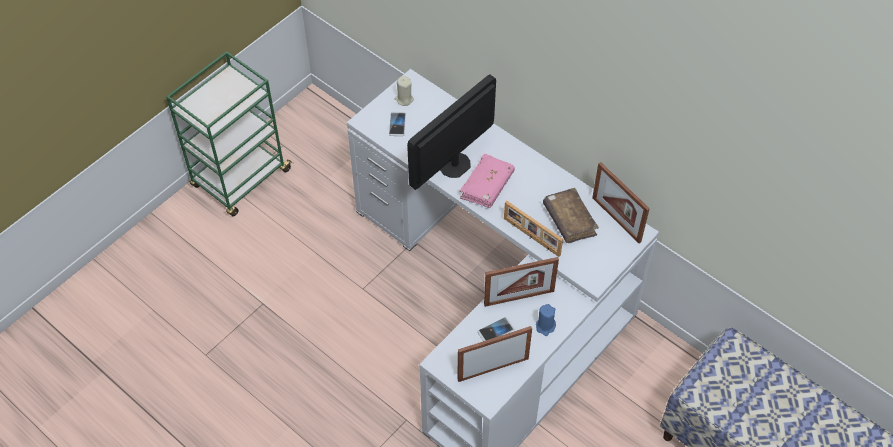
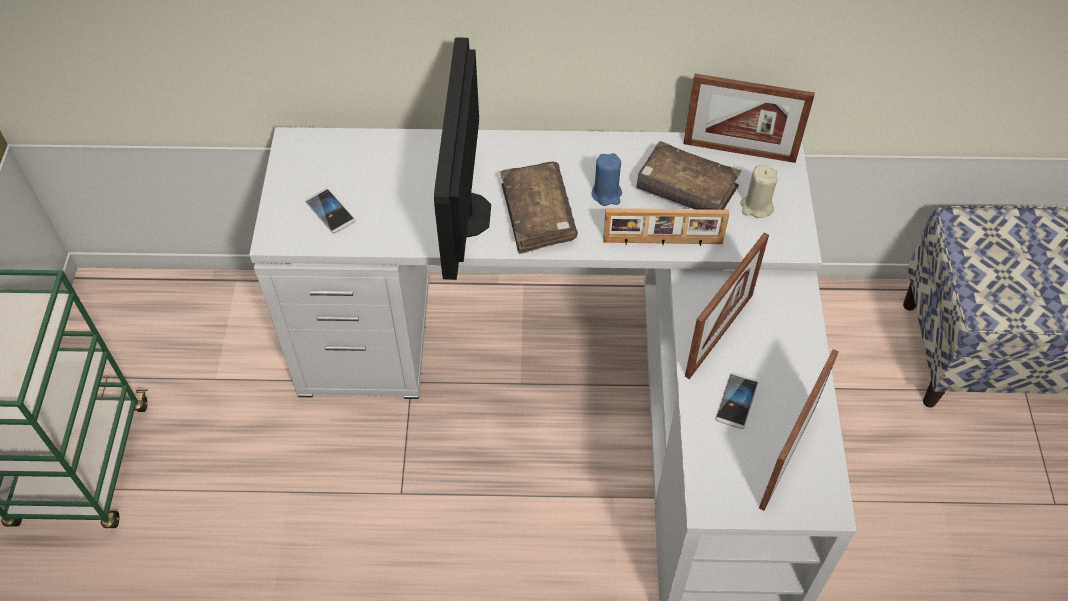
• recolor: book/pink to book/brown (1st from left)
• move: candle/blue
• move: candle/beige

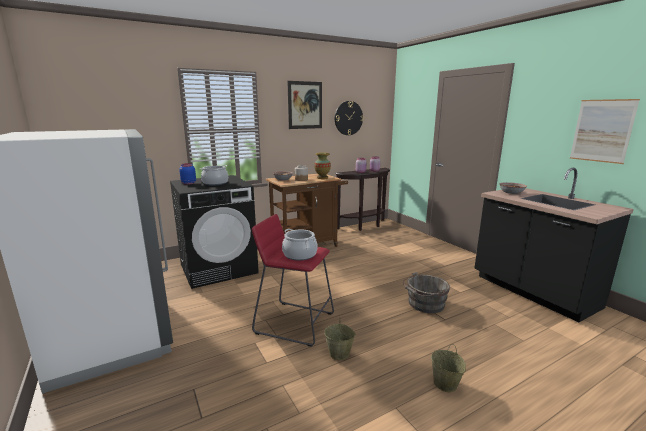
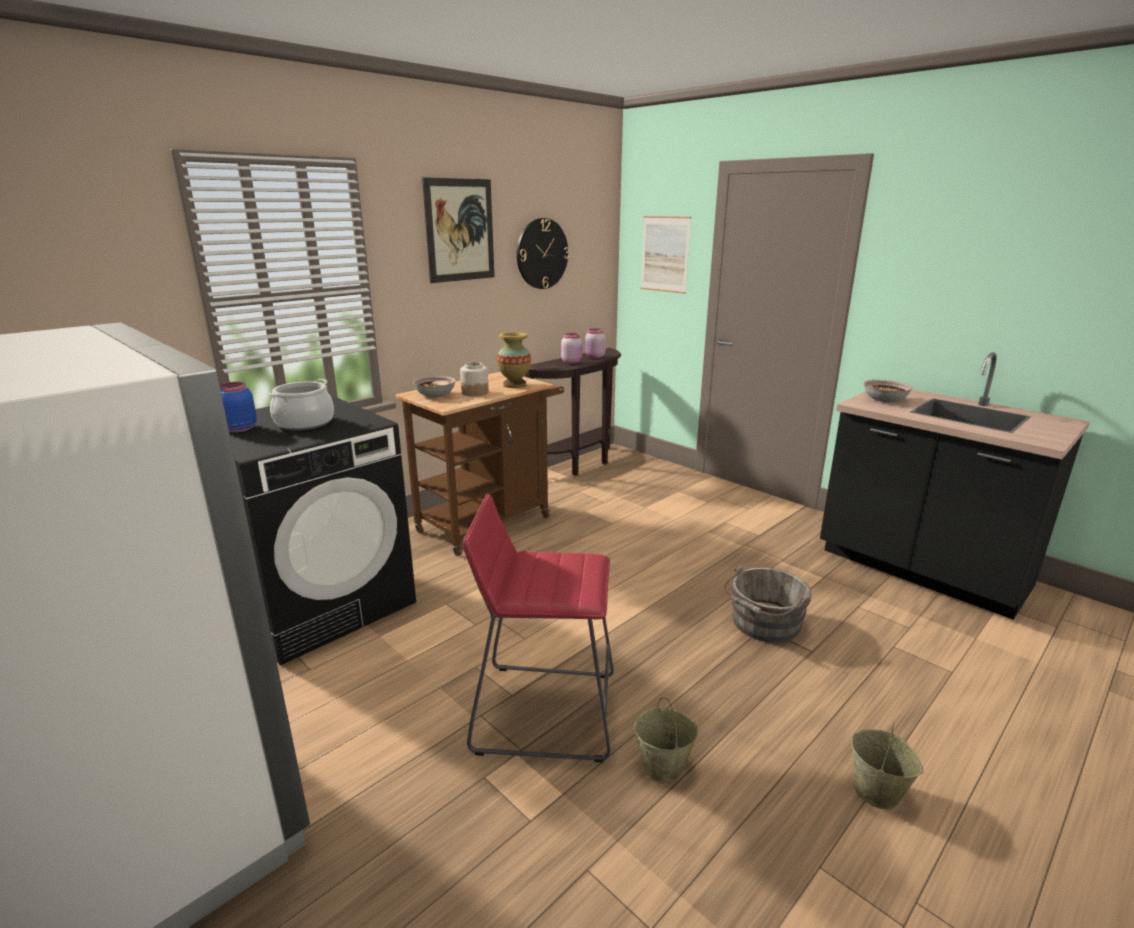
• move: picture (2nd from left)
• delete: cooking pot (2nd from left)

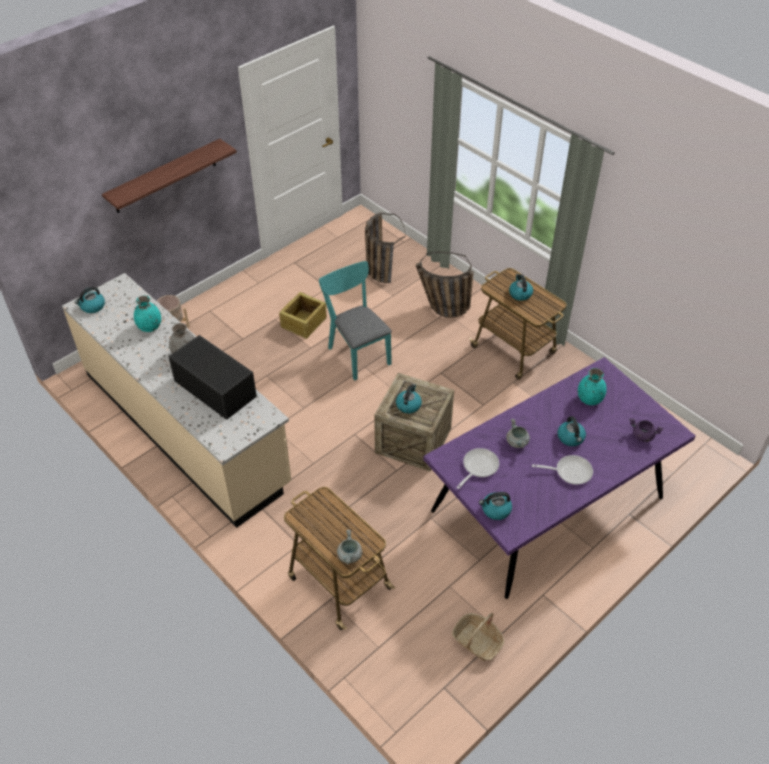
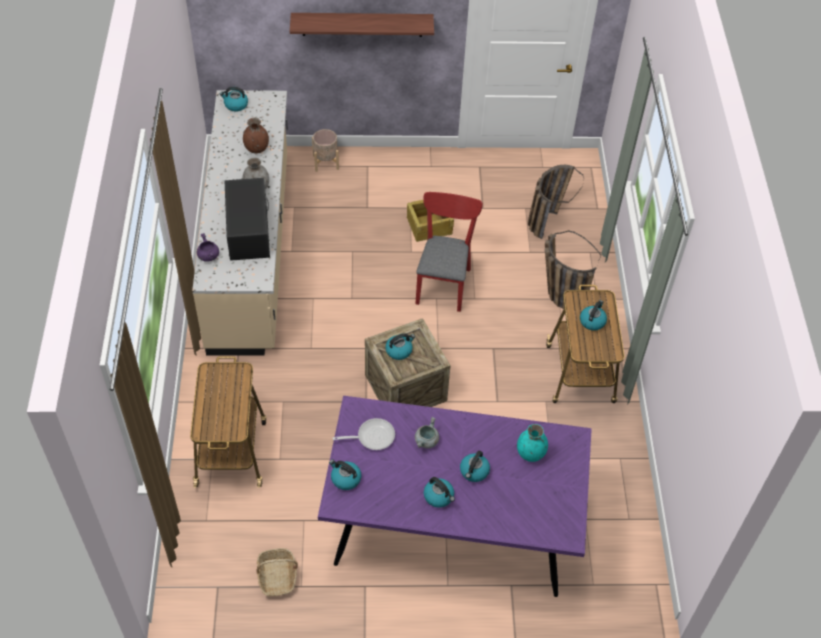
• move: cooking pot/purple
• recolor: vase/turquoise (1st from left) to vase/brown
• recolor: chair/turquoise to chair/red
• replace: frying pan (2nd from left) to kettle (4th from left)
• delete: cooking pot/grey (1st from left)

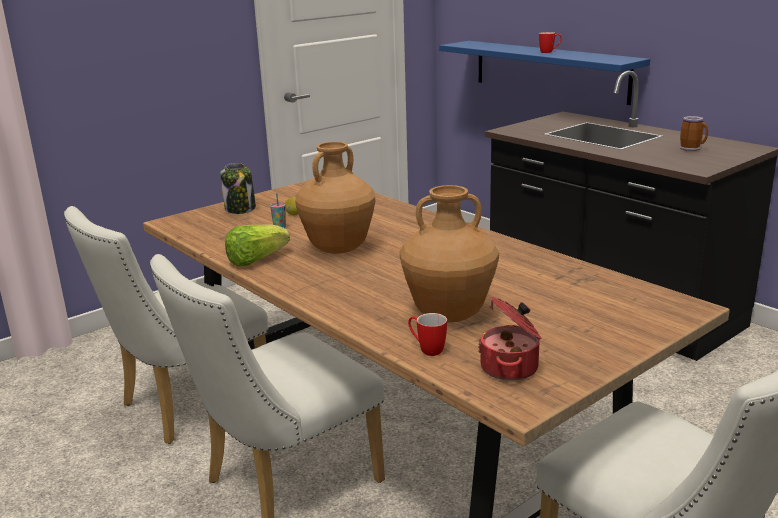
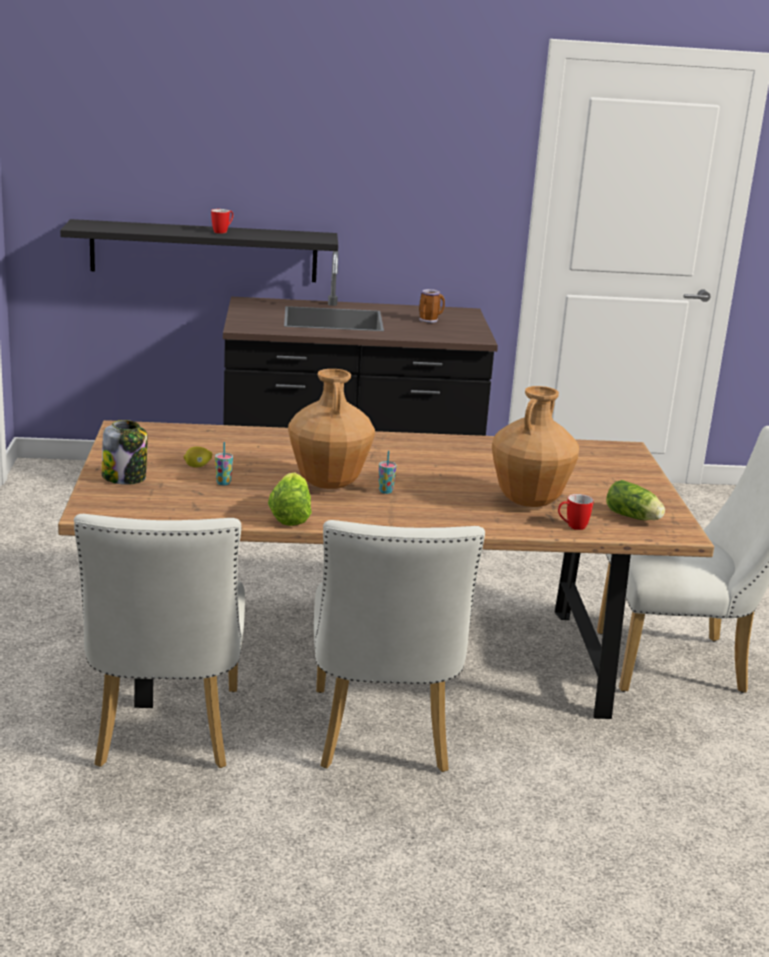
• recolor: shelf/blue to shelf/black
• insert: cup (2nd from left)
• replace: cooking pot to lettuce (2nd from left)

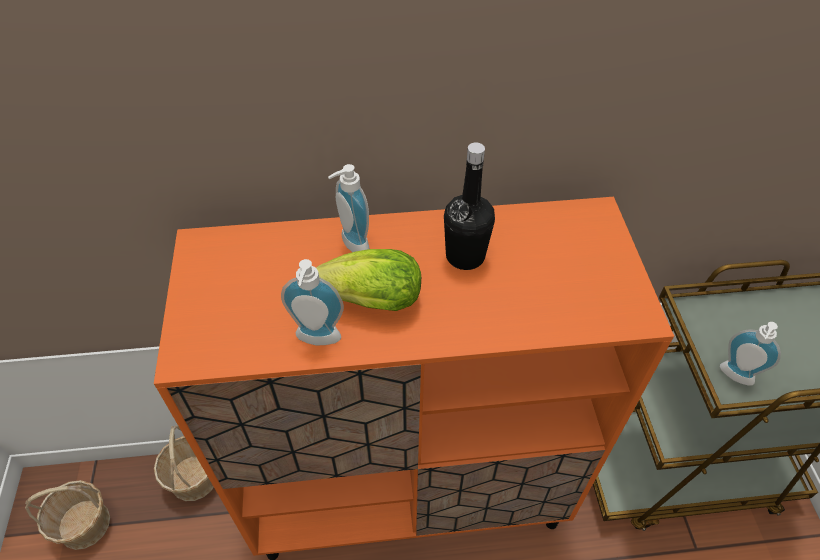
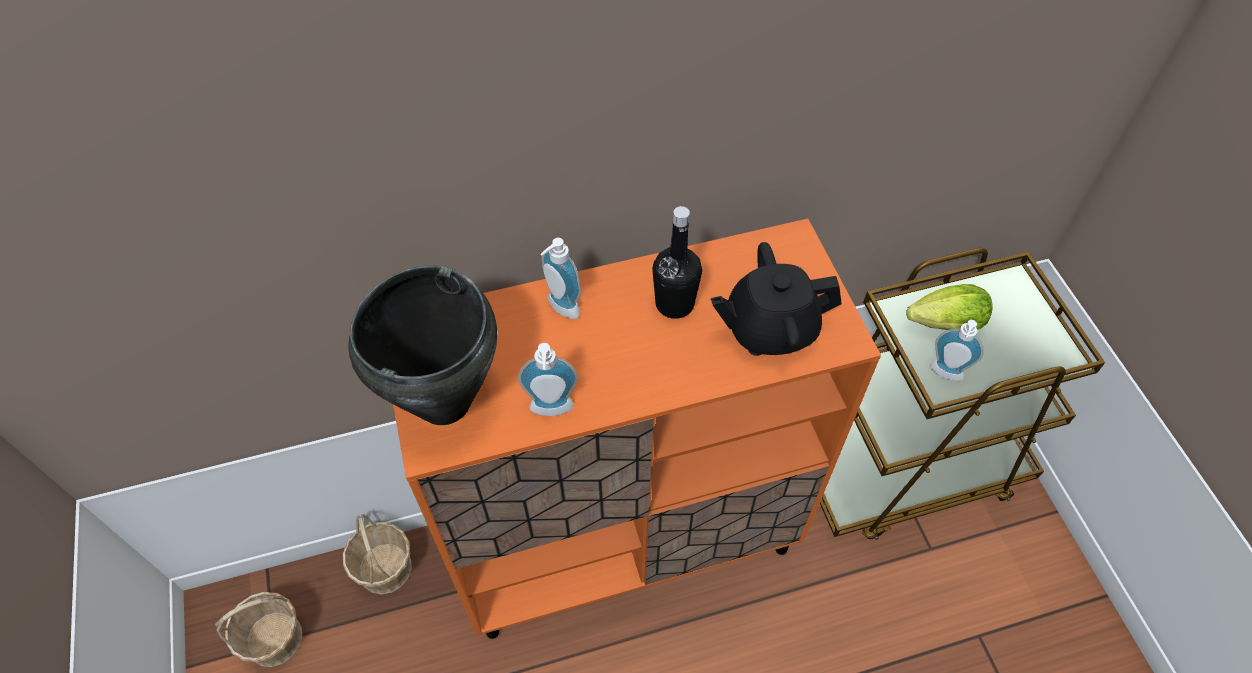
• insert: cooking pot/black
• insert: teapot/black
• move: lettuce

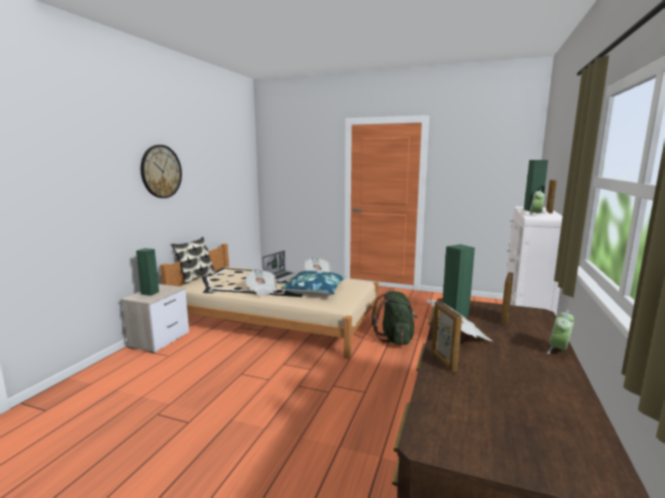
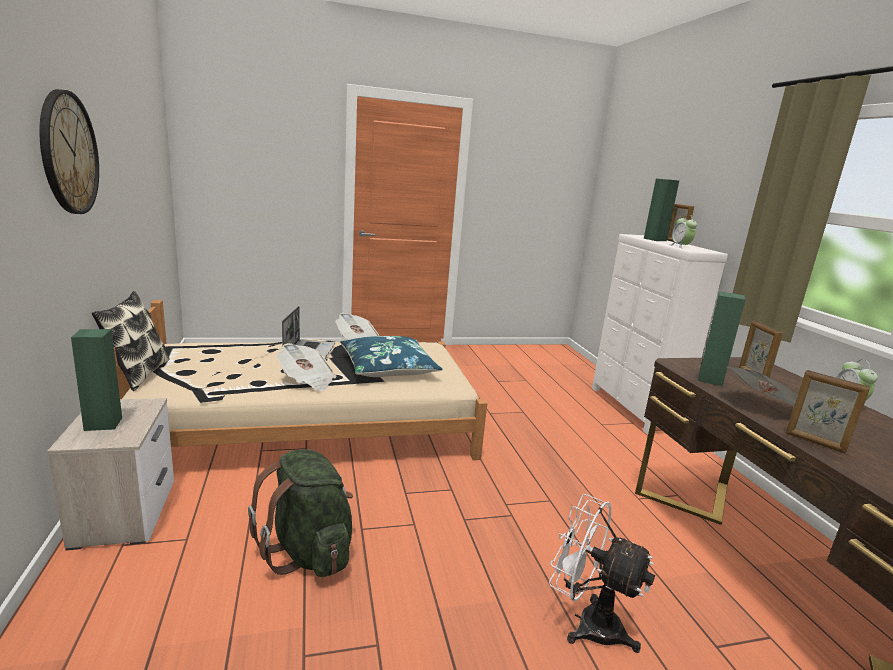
• move: backpack/green
• insert: fan/white

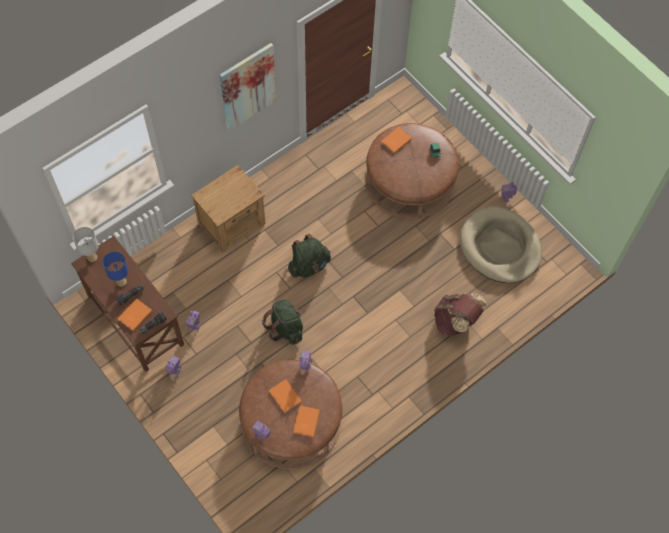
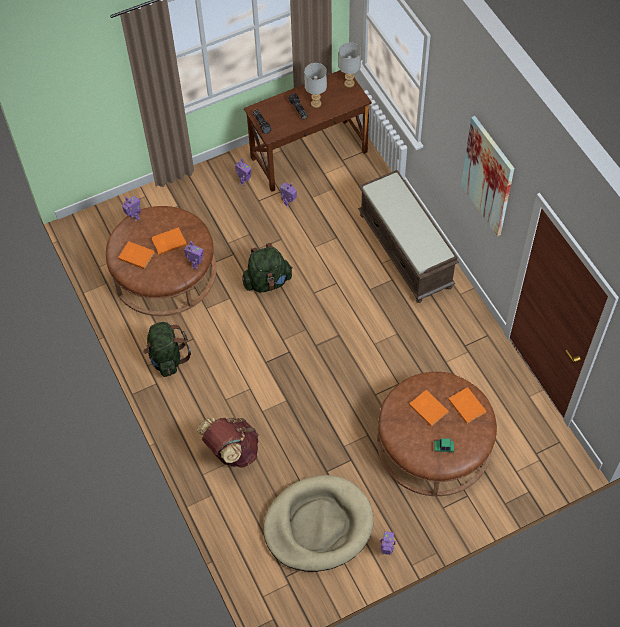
• move: backpack/green (2nd from left in the first image) to backpack/green (1st from left)
• recolor: table lamp/blue to table lamp/grey (1st from left)
• replace: nightstand/brown to bench/brown
• move: book/orange (1st from left in the first image) to book/orange (3rd from left)

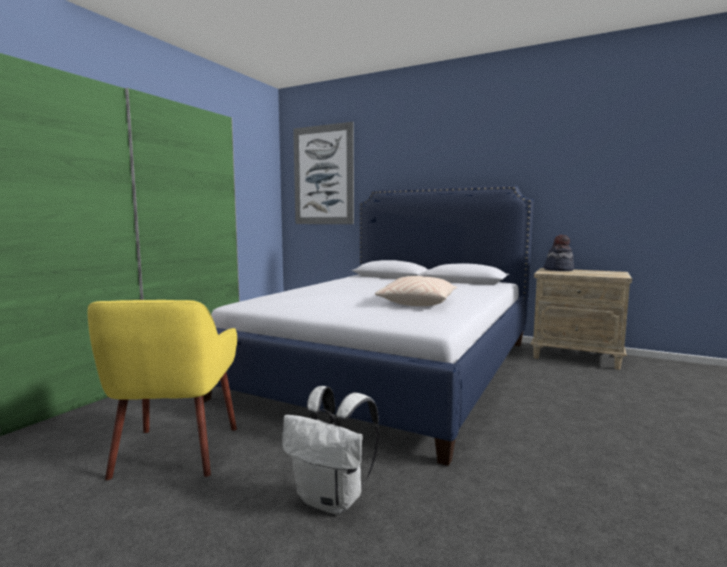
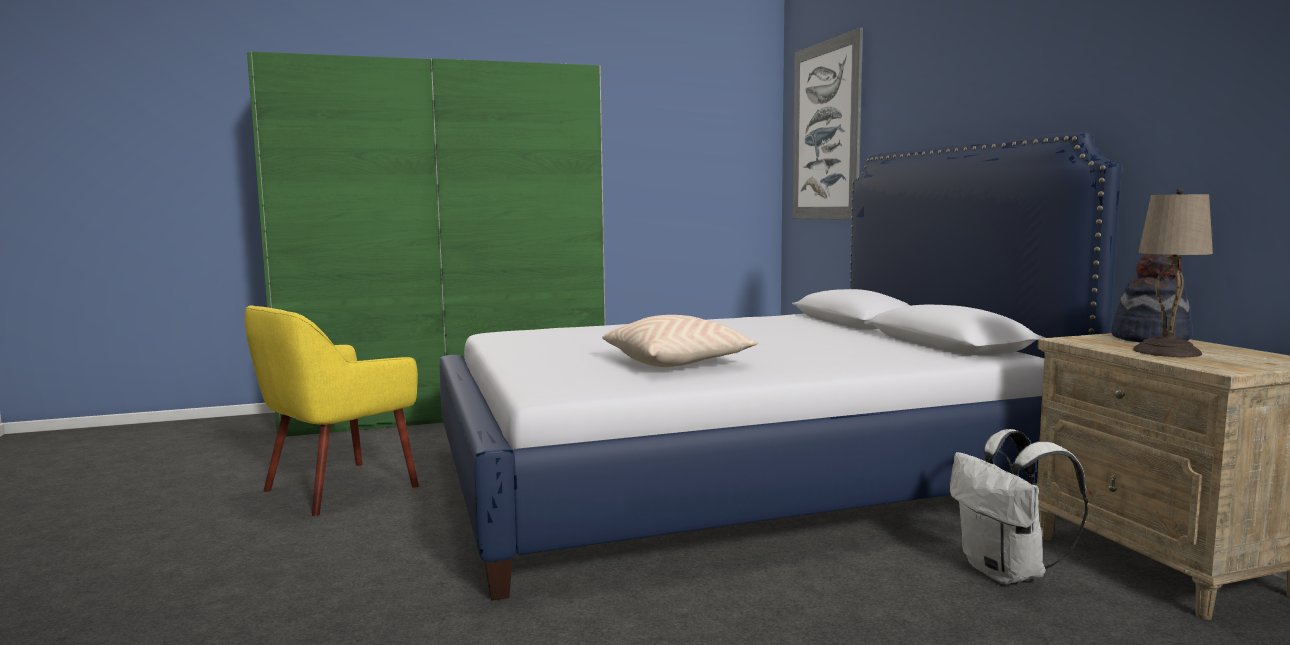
• move: backpack/white
• insert: table lamp/beige

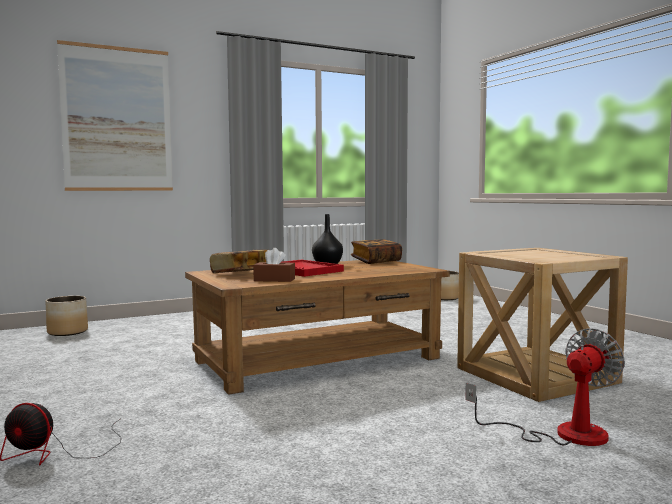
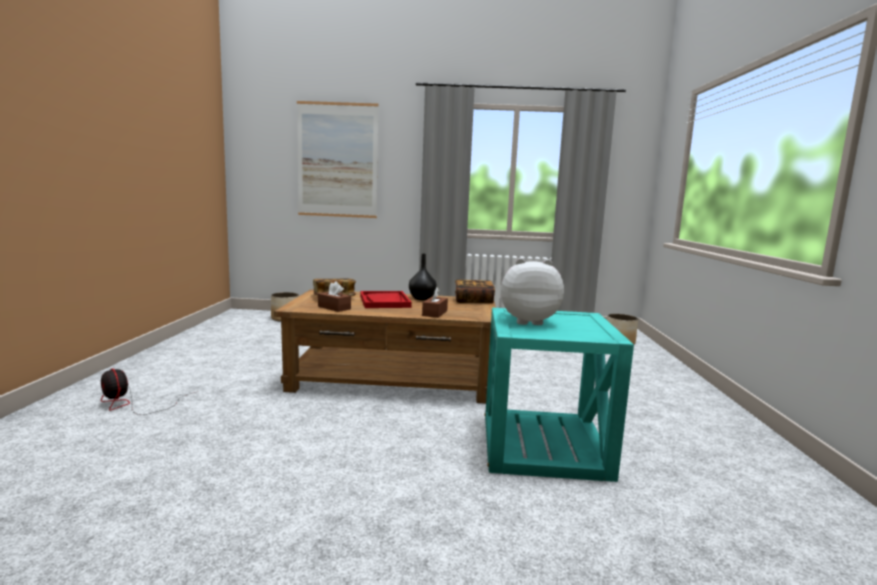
• insert: tissue box/brown (2nd from left)
• recolor: side table/beige to side table/turquoise
• insert: plush toy
• delete: fan (2nd from left)

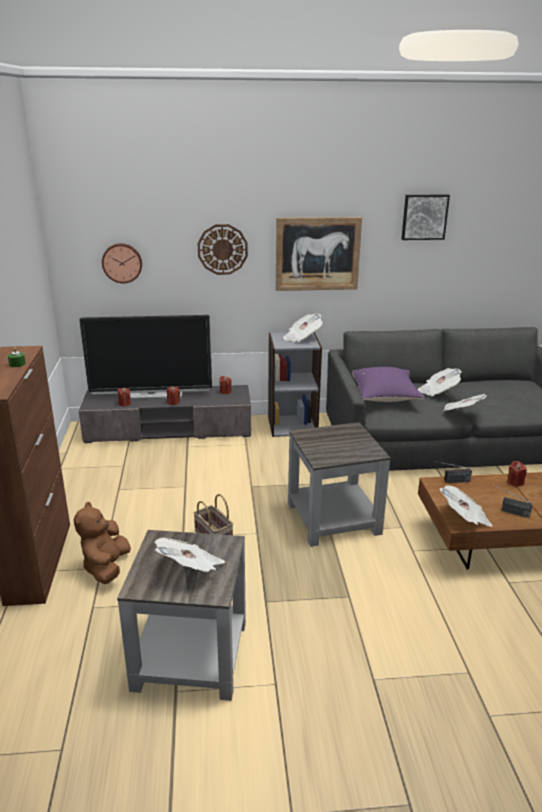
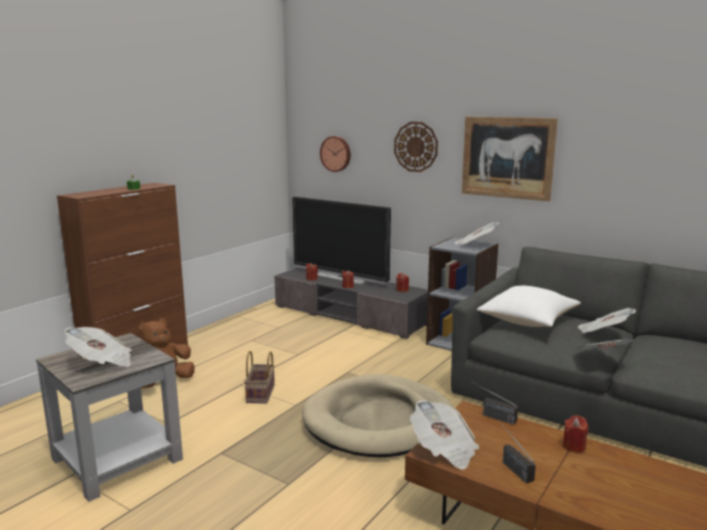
• replace: side table/grey (2nd from left) to dog bed/beige
• recolor: pillow/purple to pillow/white
• delete: picture (2nd from left)

